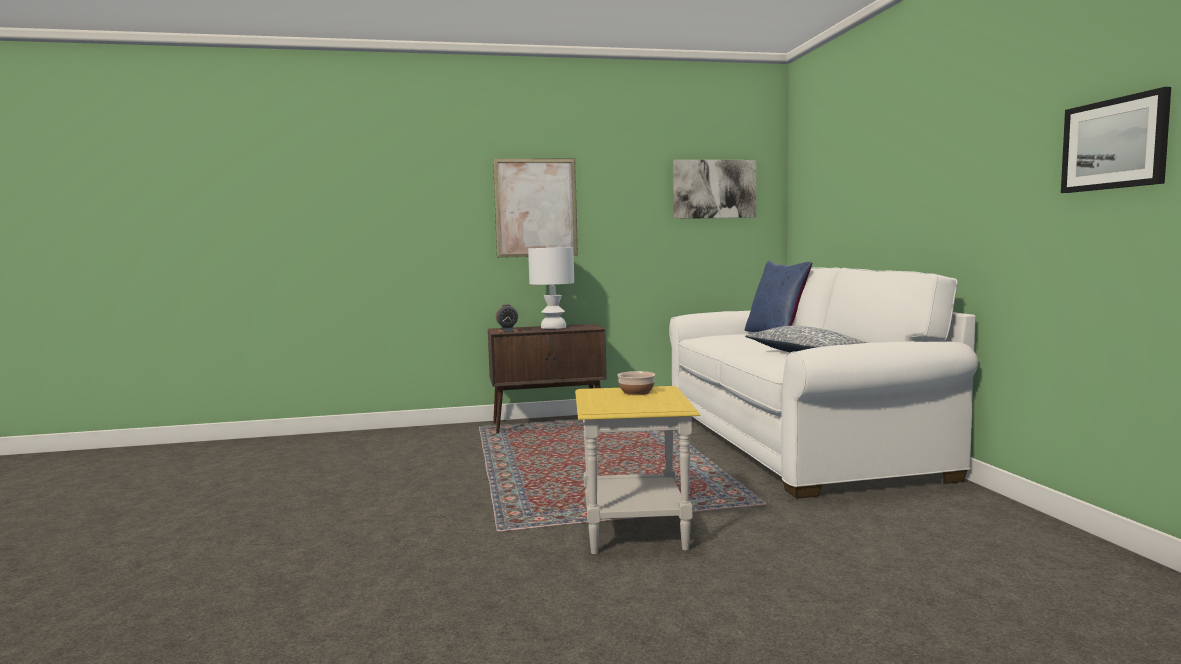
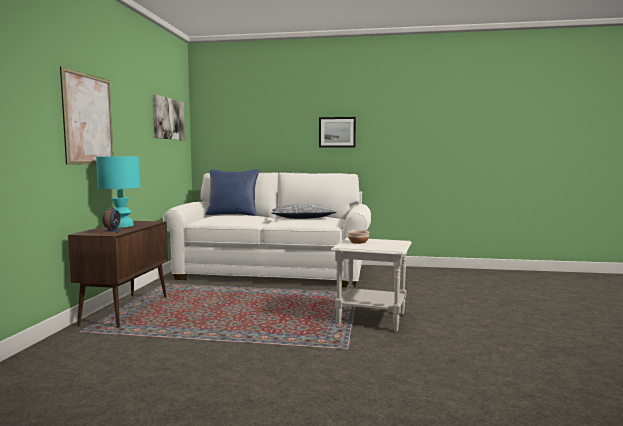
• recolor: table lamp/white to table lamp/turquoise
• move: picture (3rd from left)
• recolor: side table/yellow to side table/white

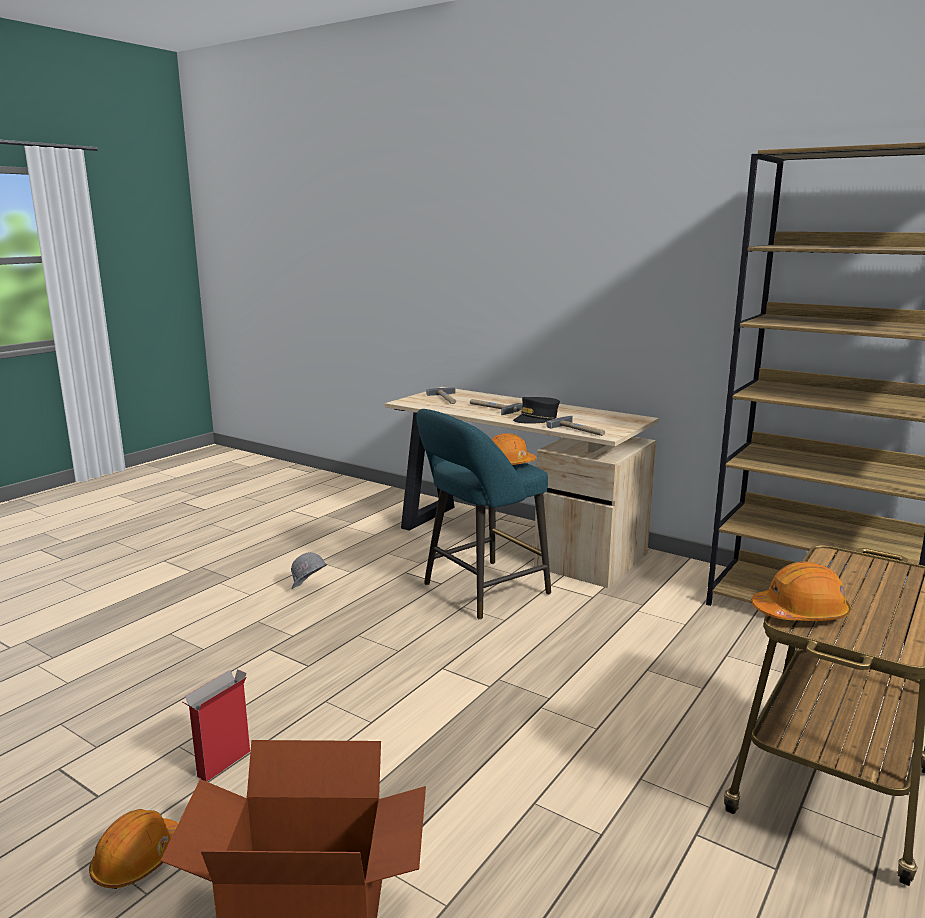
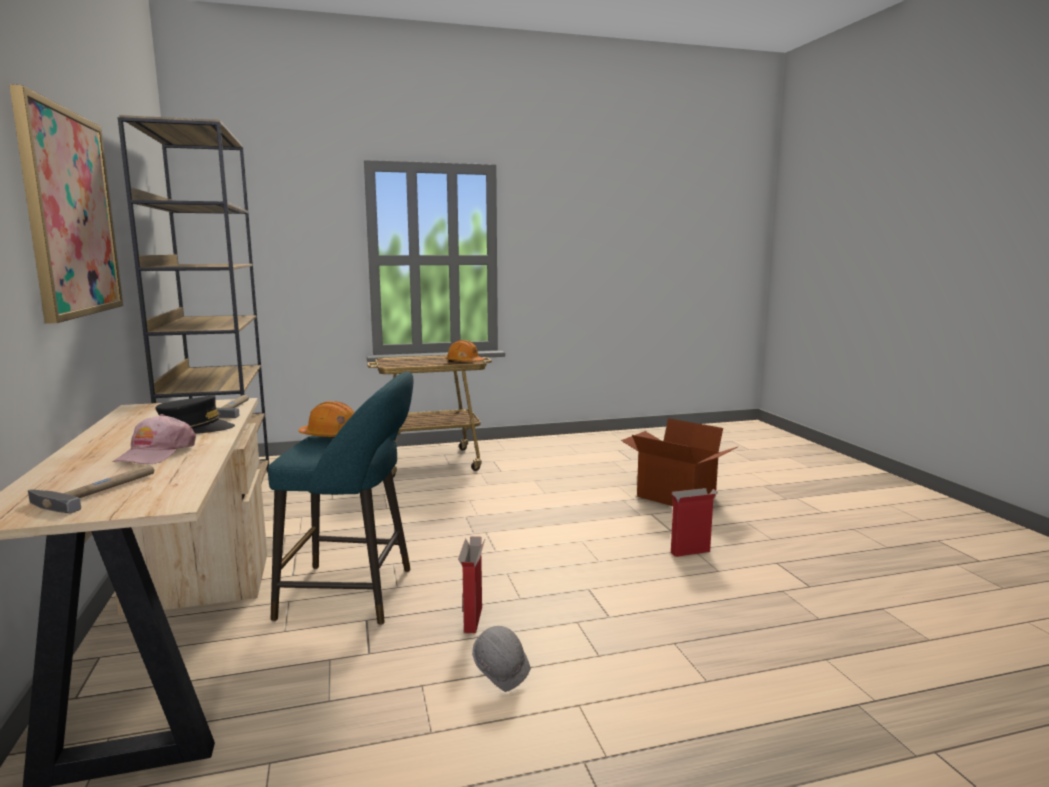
• insert: picture
• replace: hammer (2nd from left) to cap/pink
• insert: cardboard box (1st from left)
• delete: hard hat/orange (1st from left)

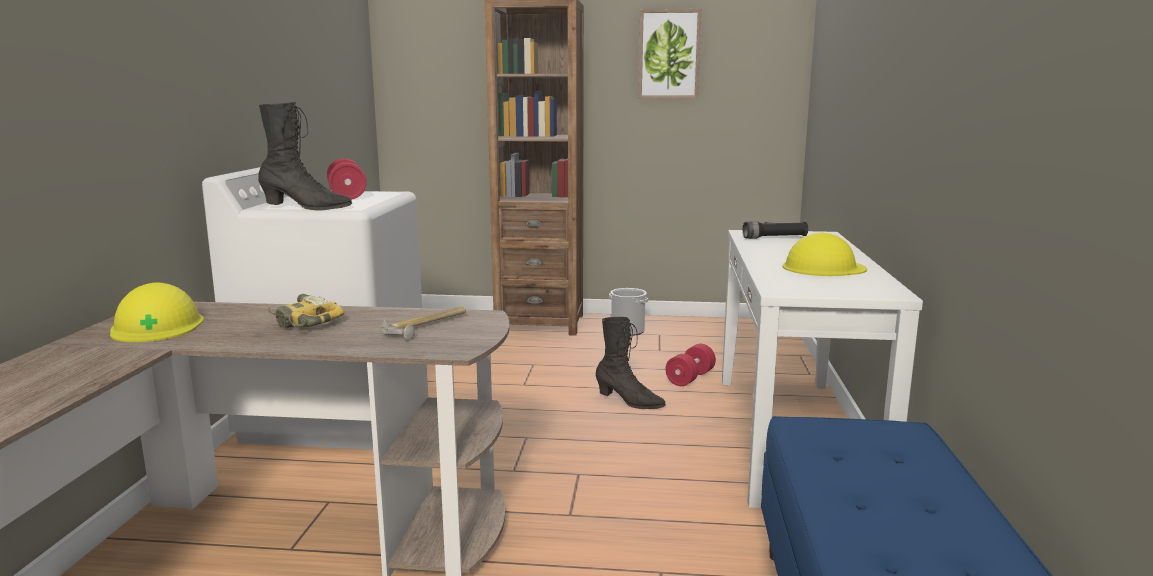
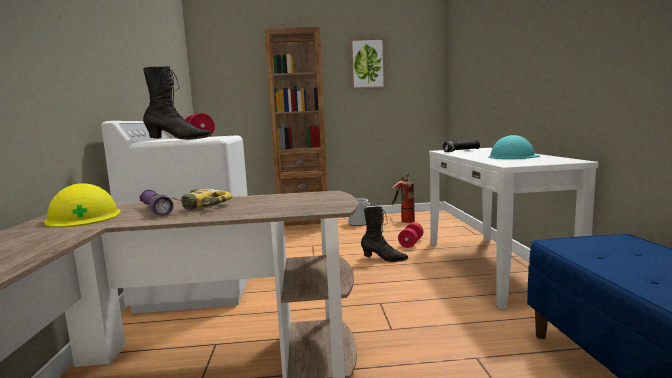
• insert: flashlight/purple
• insert: fire extinguisher
• recolor: hard hat/yellow (2nd from left) to hard hat/turquoise
• delete: hammer

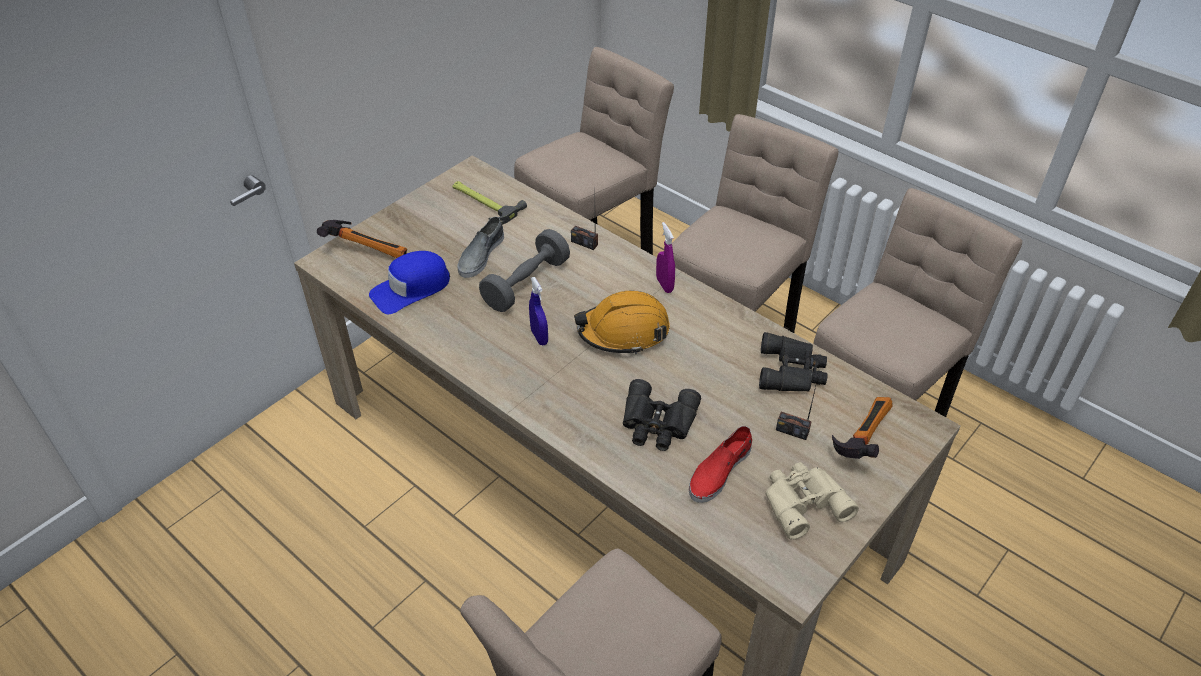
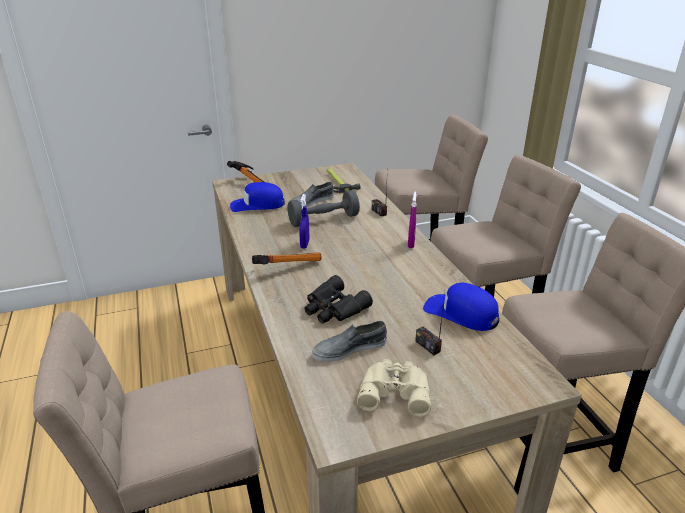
• move: hammer (3rd from left in the first image) to hammer (2nd from left)
• recolor: shoe/red to shoe/grey (2nd from left)
• replace: binoculars/black (2nd from left) to cap/blue (2nd from left)
• delete: hard hat/orange

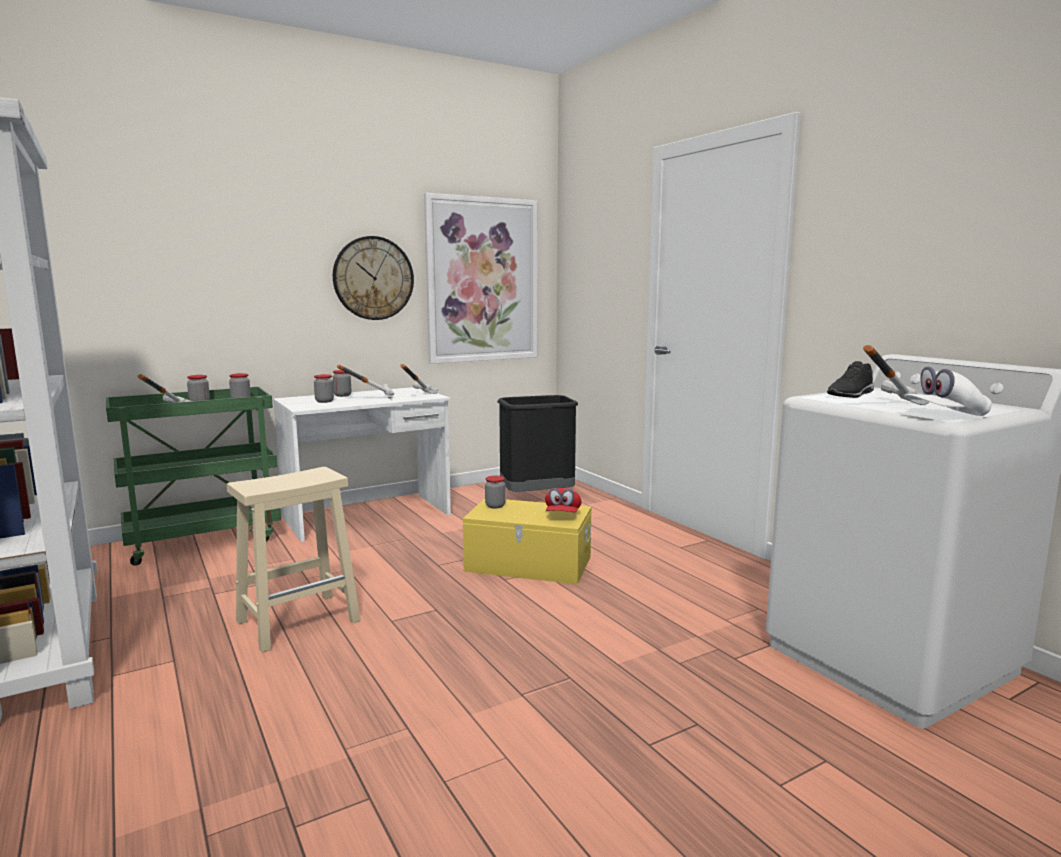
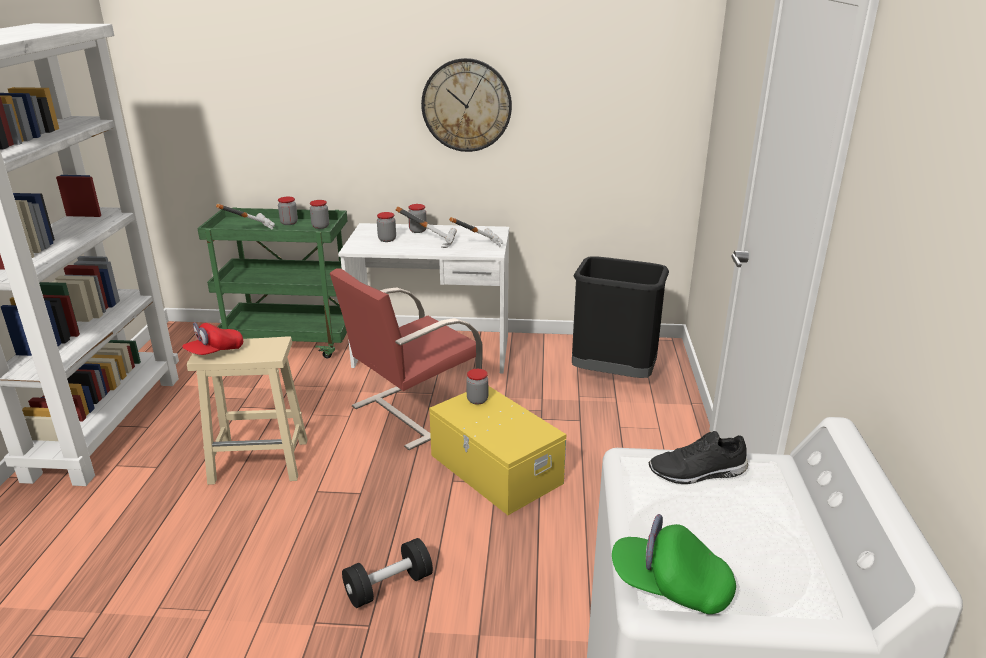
• move: cap/red
• insert: chair/red
• insert: dumbbell/black
• recolor: cap/white to cap/green
• delete: picture
• delete: hammer (4th from left)

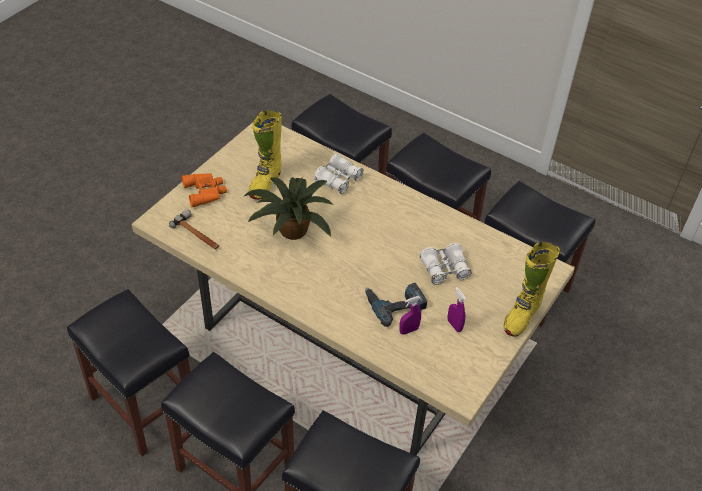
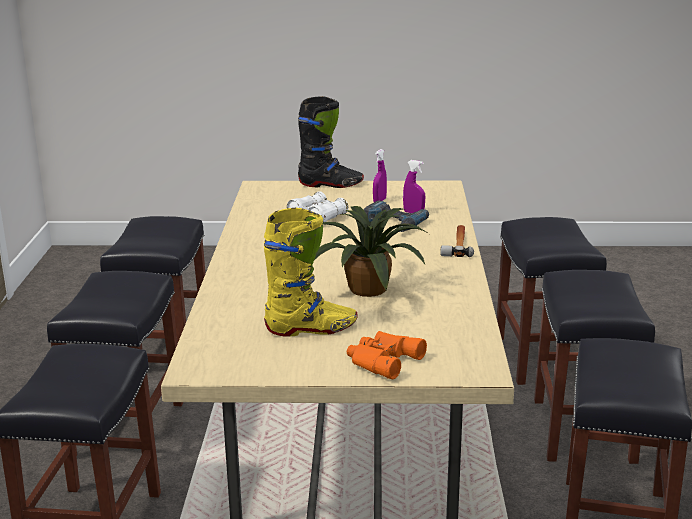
• recolor: boot/yellow (2nd from left) to boot/black
• move: hammer
• delete: binoculars/white (1st from left)

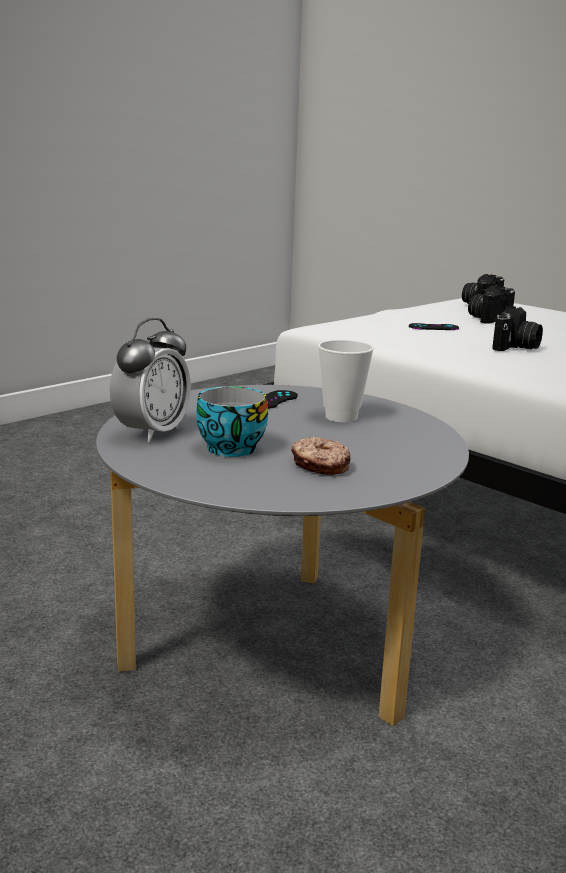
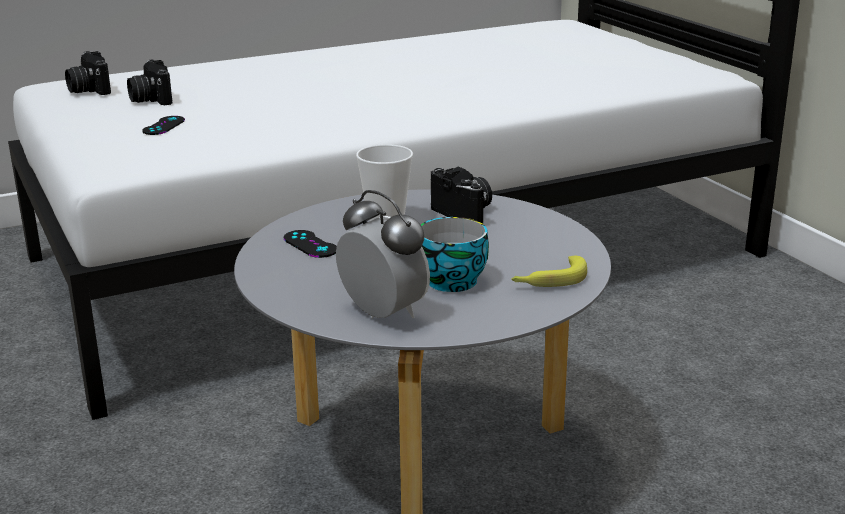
• move: photo camera (3rd from left)
• insert: banana
• delete: donut

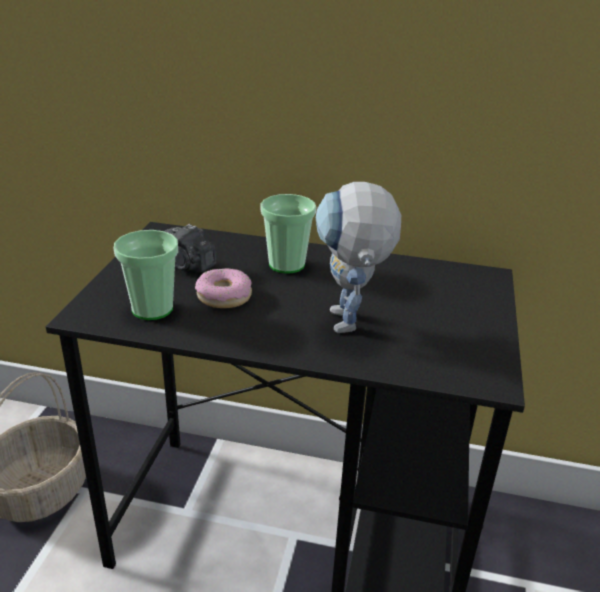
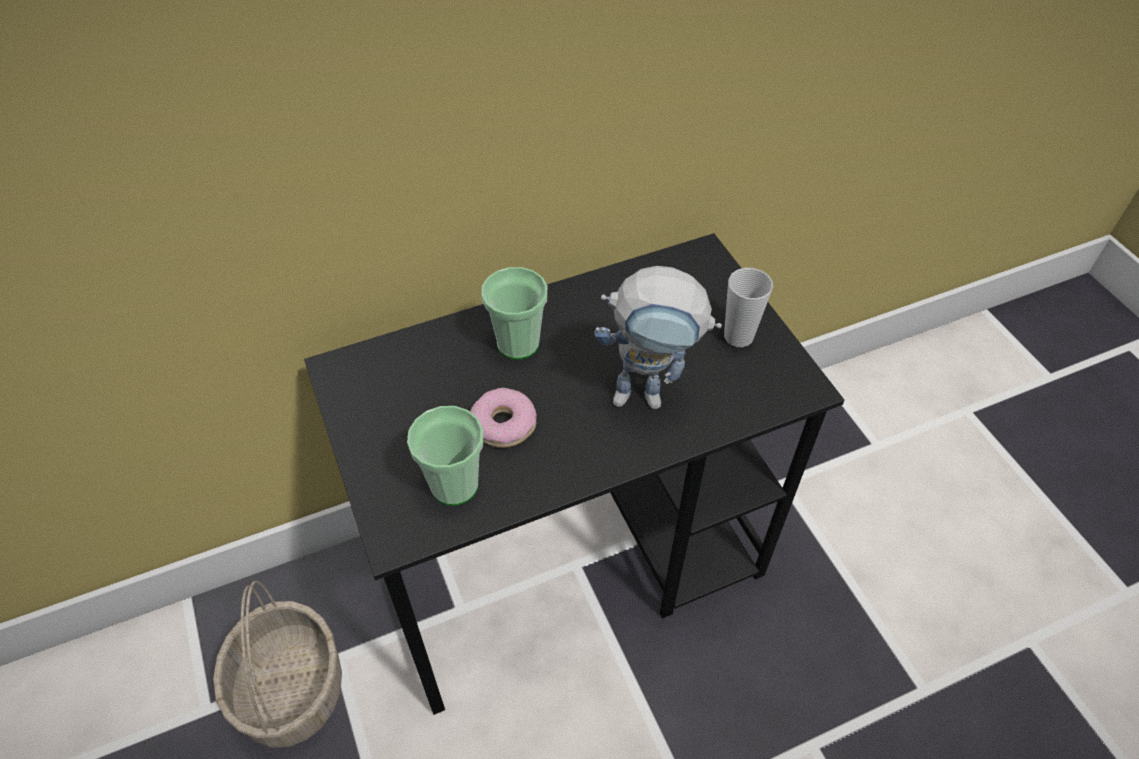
• rotate: toy robot 45 degrees counterclockwise
• insert: cup (3rd from left)
• delete: photo camera

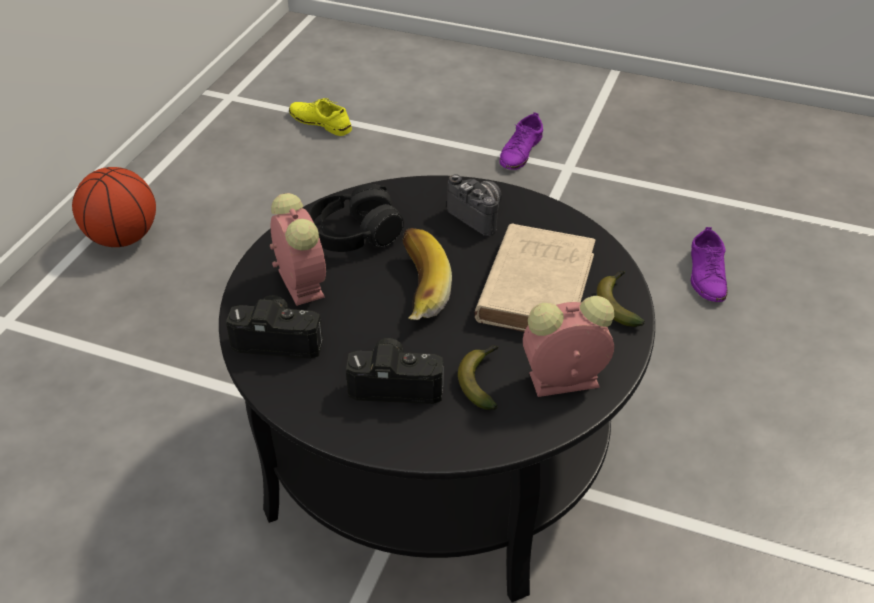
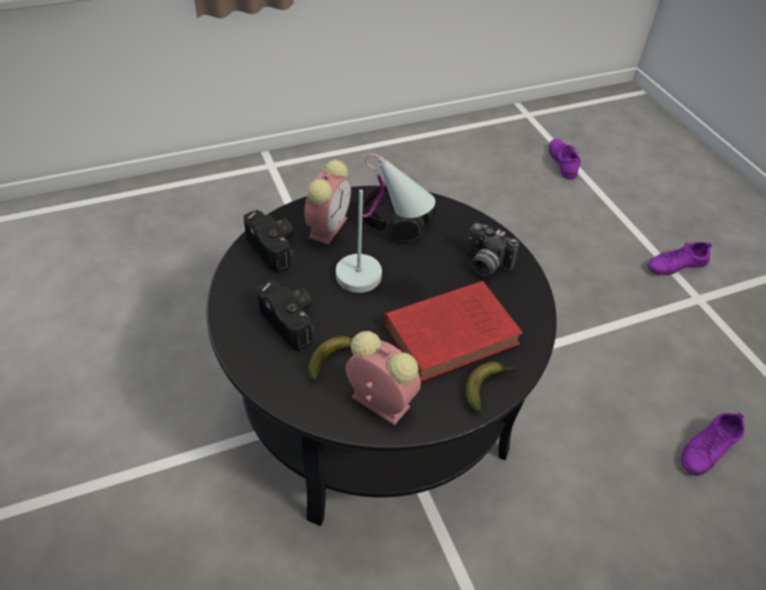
• replace: banana (1st from left) to table lamp/white
• recolor: book/beige to book/red
• rotate: photo camera (3rd from left) 120 degrees clockwise
• recolor: shoe/yellow to shoe/purple (1st from left)
• delete: basketball

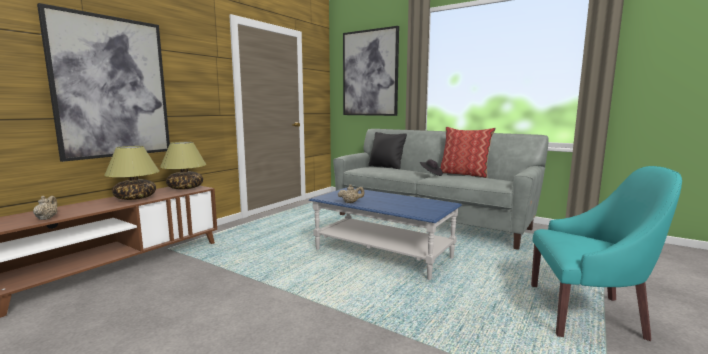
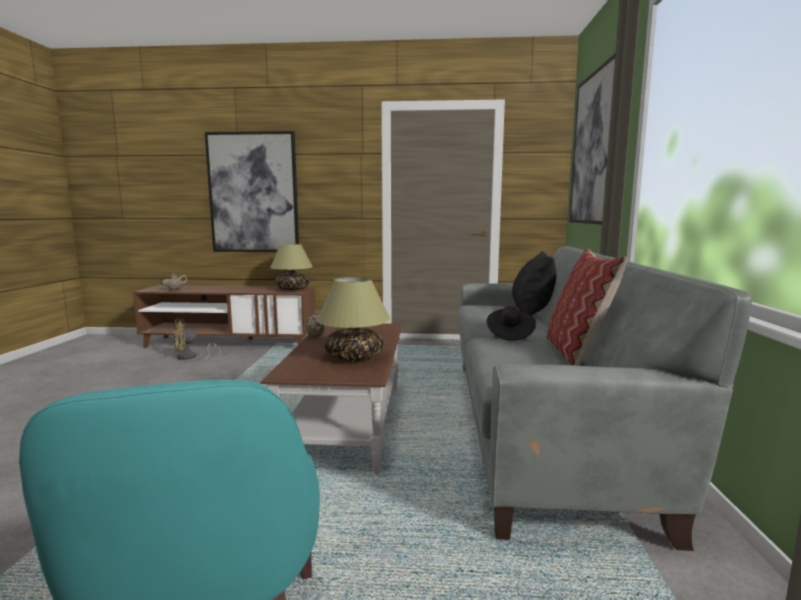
• insert: fan/yellow
• recolor: coffee table/blue to coffee table/brown
• move: table lamp (1st from left in the first image) to table lamp (2nd from left)

